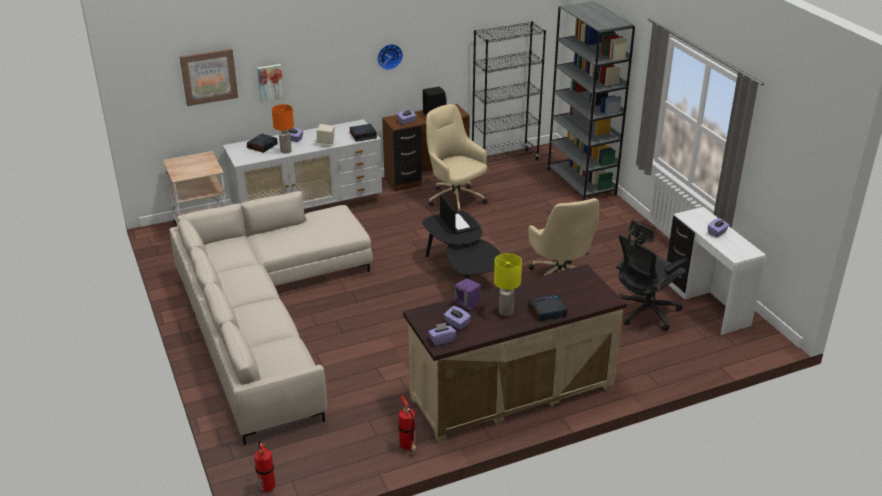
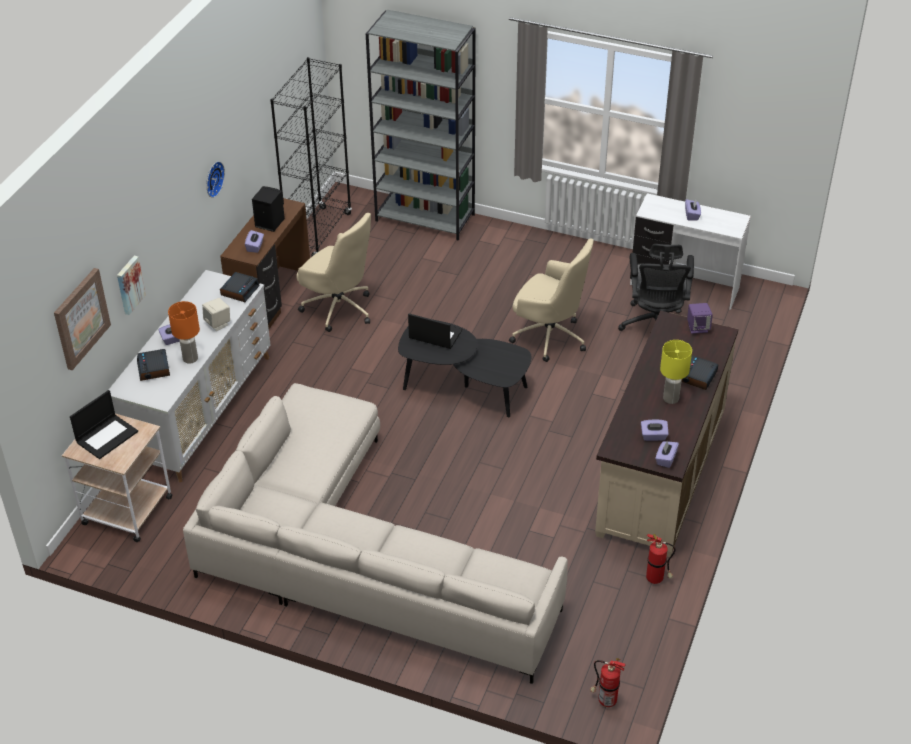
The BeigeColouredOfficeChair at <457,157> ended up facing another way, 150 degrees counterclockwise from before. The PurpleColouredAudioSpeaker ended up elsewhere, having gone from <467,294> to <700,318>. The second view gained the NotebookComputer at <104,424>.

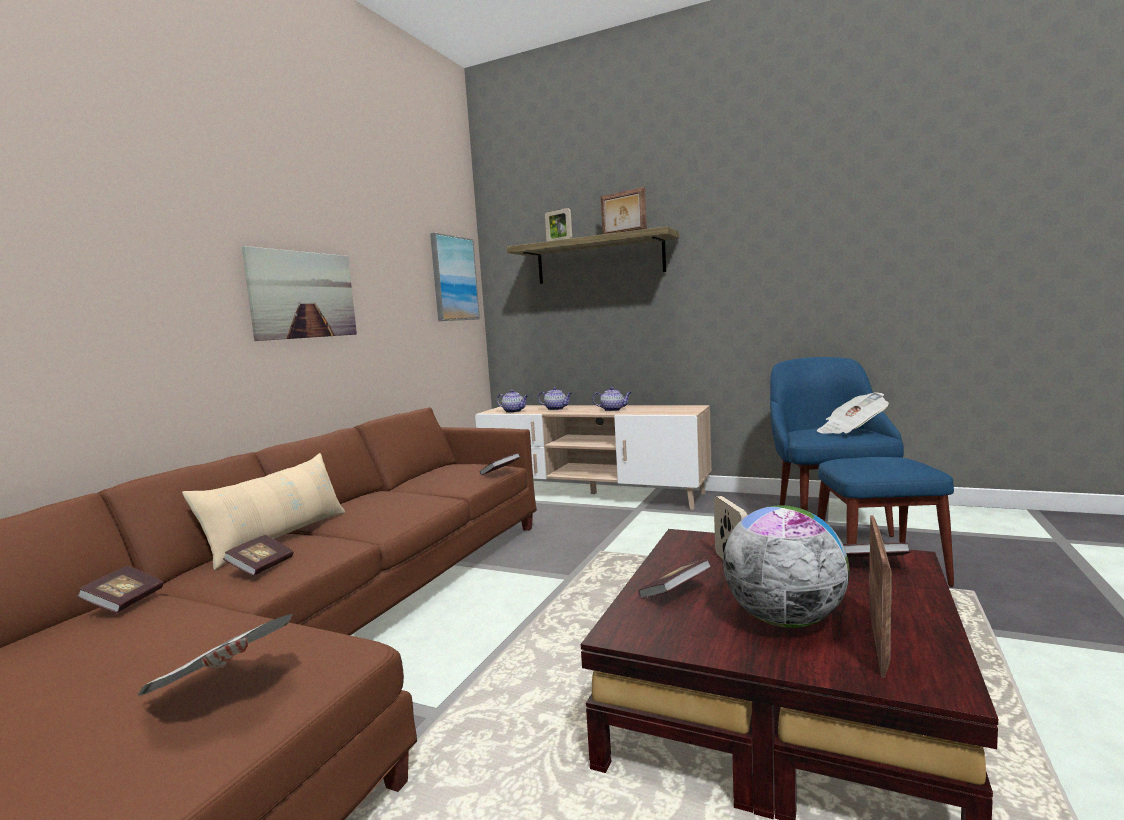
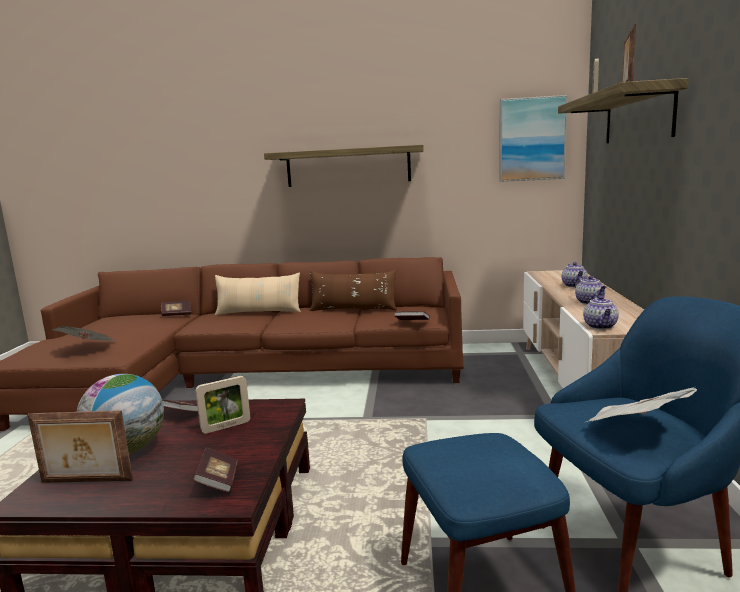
The second view lost the Volume at <258,555>. Where the WallArt hung at <299,293>, the WallShelf came to hang at <344,166>. The PotForTea ended up elsewhere, having gone from <513,401> to <601,312>. The second view gained the BrownishPillow at <353,290>.

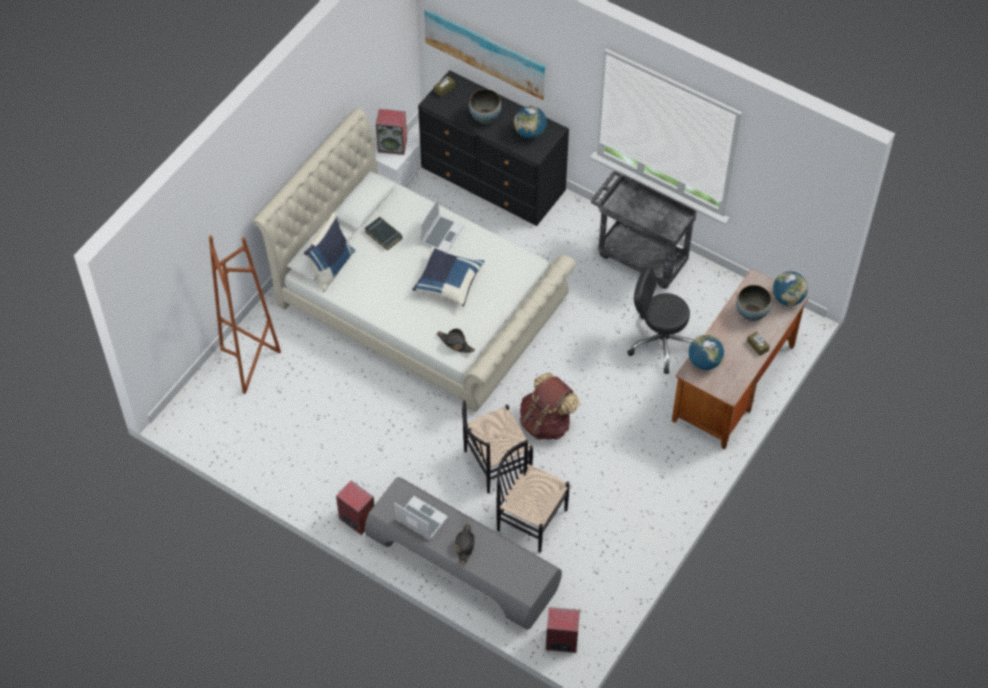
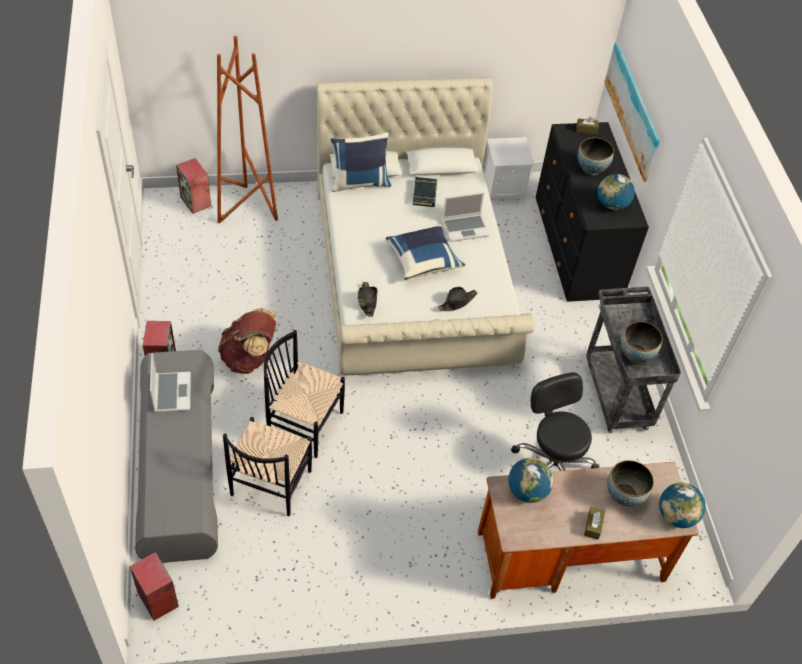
The AudioSpeaker ended up elsewhere, having gone from <391,132> to <193,186>. The BlackishClothingHat ended up elsewhere, having gone from <465,544> to <458,299>. The BlackishChair at <533,496> ended up facing another way, 150 degrees counterclockwise from before. The BrownishBackpack ended up elsewhere, having gone from <549,406> to <247,341>. The second view gained the Bowl at <642,342>.

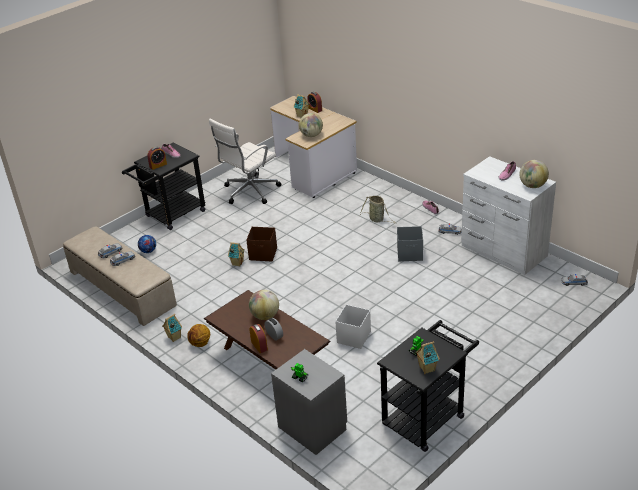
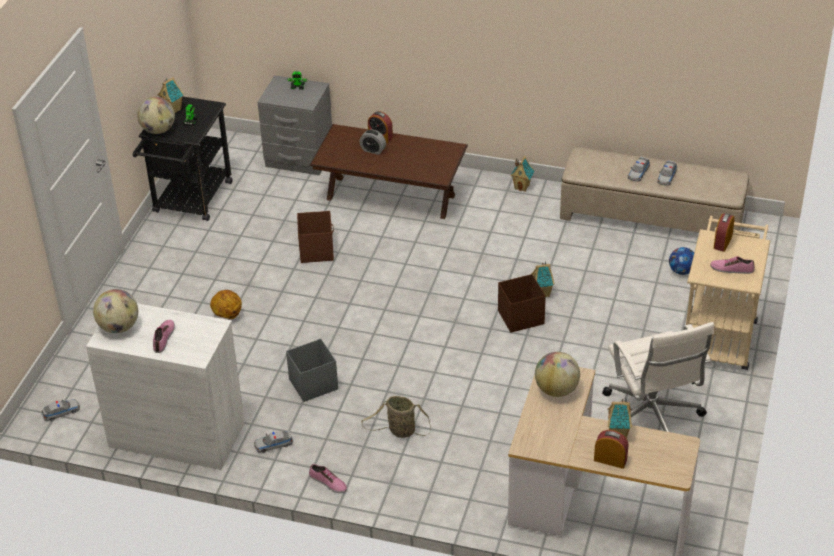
What was the BlackishWheeledCart at <163,186> turned into the BeigeColouredWheeledCart at <728,293>. The Basketball ended up elsewhere, having gone from <198,335> to <226,304>. The WhiteColouredOfficeChair at <245,161> ended up facing another way, 150 degrees clockwise from before. The DeskGlobe ended up elsewhere, having gone from <264,305> to <156,115>. What was the WhiteColouredStorageBox at <353,326> turned into the BrownishStorageBox at <315,237>.

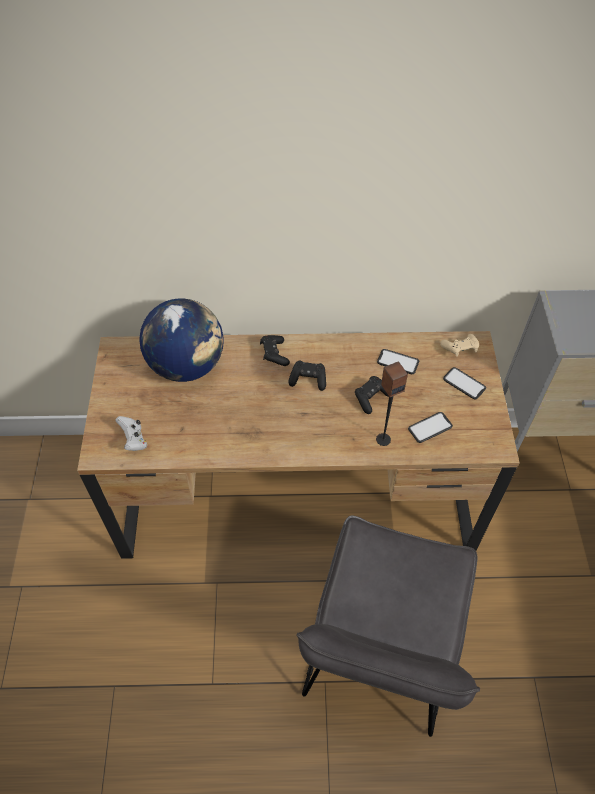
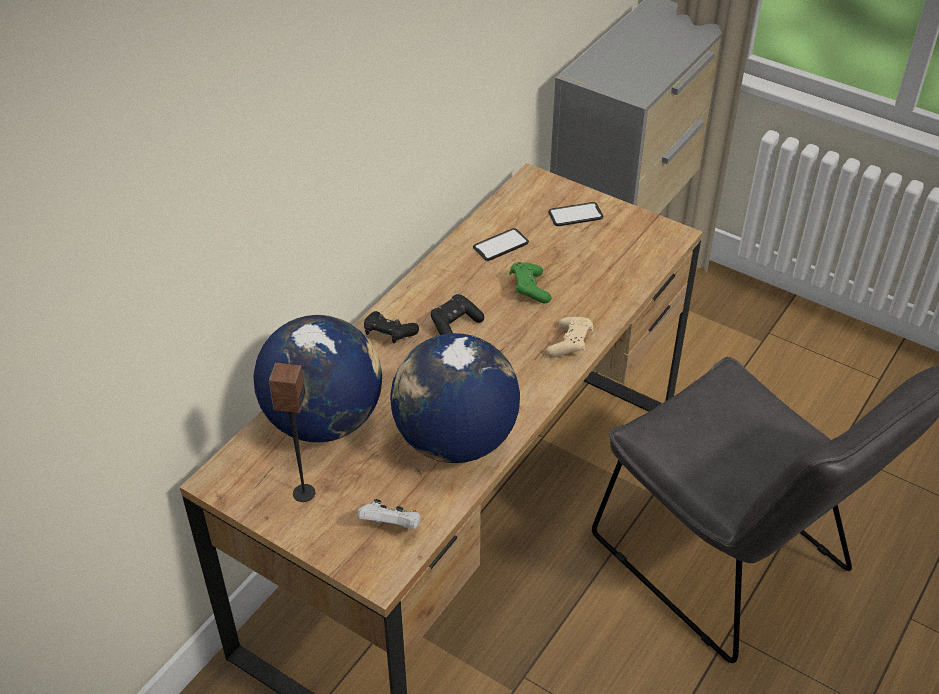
What was the BlackishGameController at <372,395> turned into the GreenGameController at <530,282>. The AudioSpeaker ended up elsewhere, having gone from <392,403> to <292,432>. The second view lost the Telephone at <430,427>. The BeigeColouredGameController ended up elsewhere, having gone from <459,345> to <570,337>. The second view gained the DeskGlobe at <455,398>.

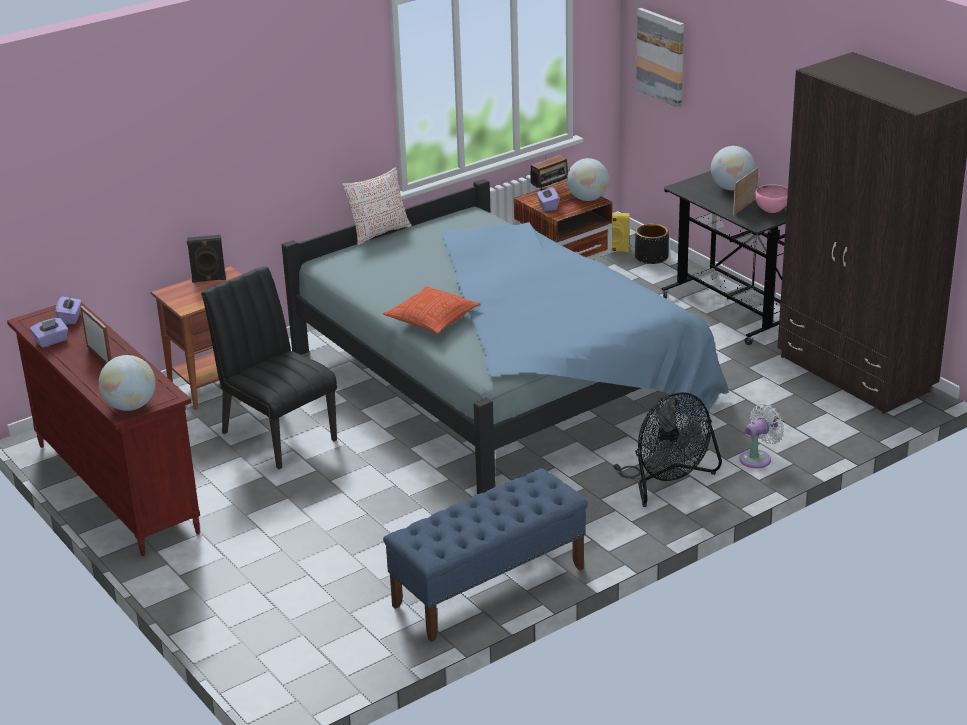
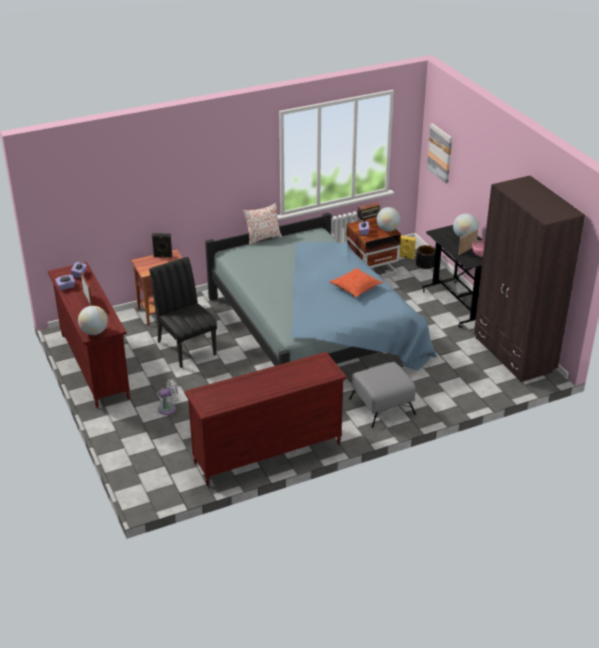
The OrangeyPillow ended up elsewhere, having gone from <432,309> to <356,282>. Where the BlueIndoorBench stood at <485,555>, the ReddishChestOfDrawers came to stand at <266,419>. Where the BlackishElectricFan stood at <668,449>, the GreyPouffe came to stand at <382,395>. The WhiteColouredElectricFan ended up elsewhere, having gone from <761,436> to <169,397>.

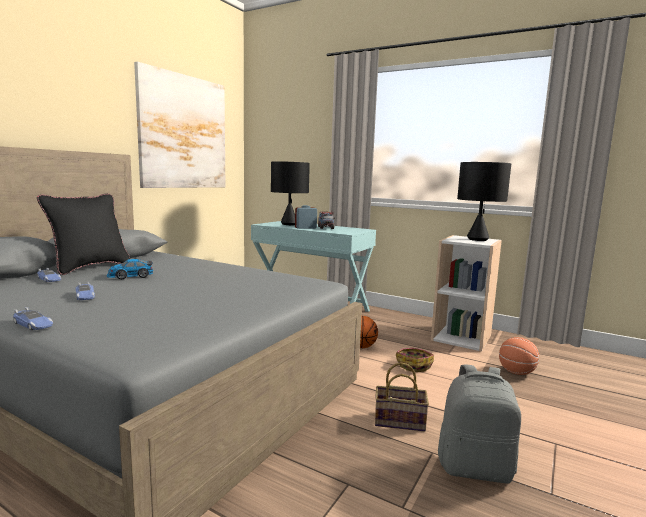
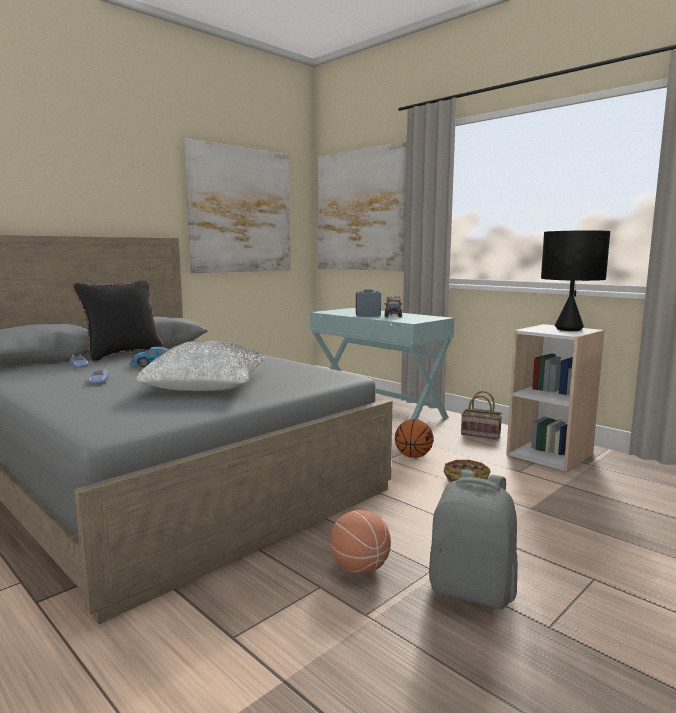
The second view lost the ModelCar at <33,318>. The second view lost the BlackishTabletopLamp at <290,193>. The Basket ended up elsewhere, having gone from <402,397> to <481,415>. The Basketball ended up elsewhere, having gone from <519,356> to <360,542>. The second view gained the WhiteColouredPillow at <201,365>. The second view gained the WallArt at <362,206>.

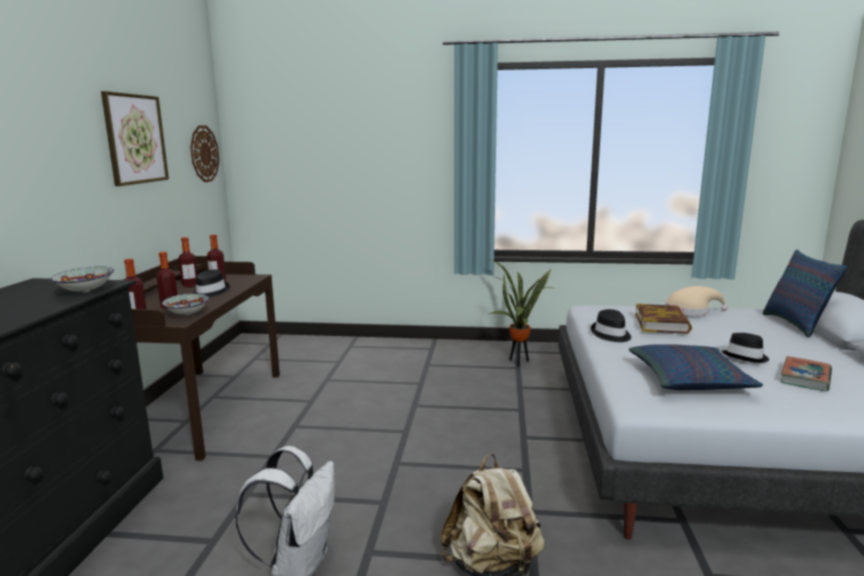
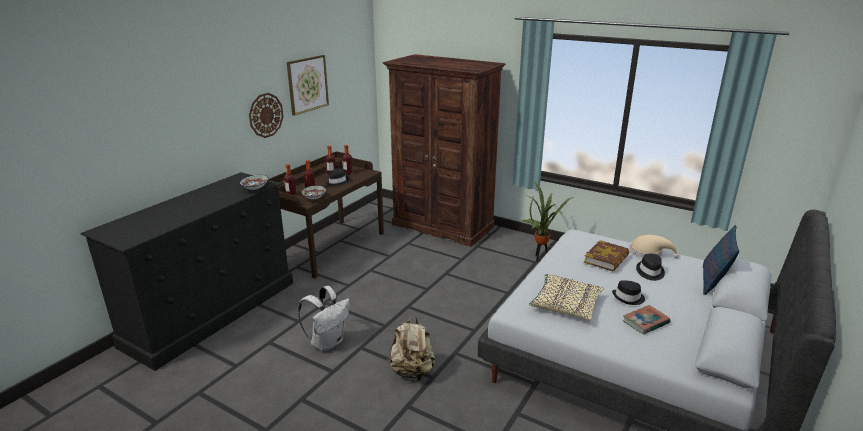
The WallClock ended up elsewhere, having gone from <204,153> to <266,115>. The BlackishClothingHat ended up elsewhere, having gone from <611,325> to <650,267>. What was the BluePillow at <696,367> turned into the BeigeColouredPillow at <566,297>. The second view gained the BrownishArmoire at <444,150>.

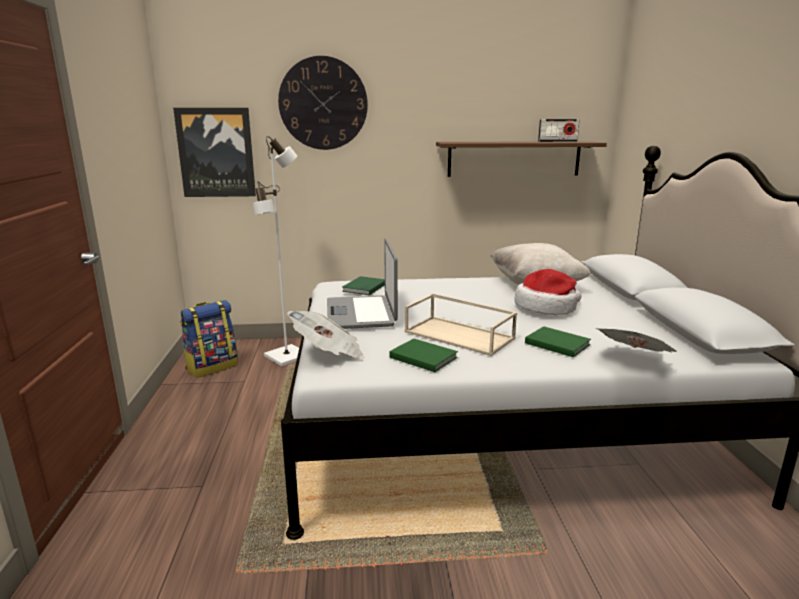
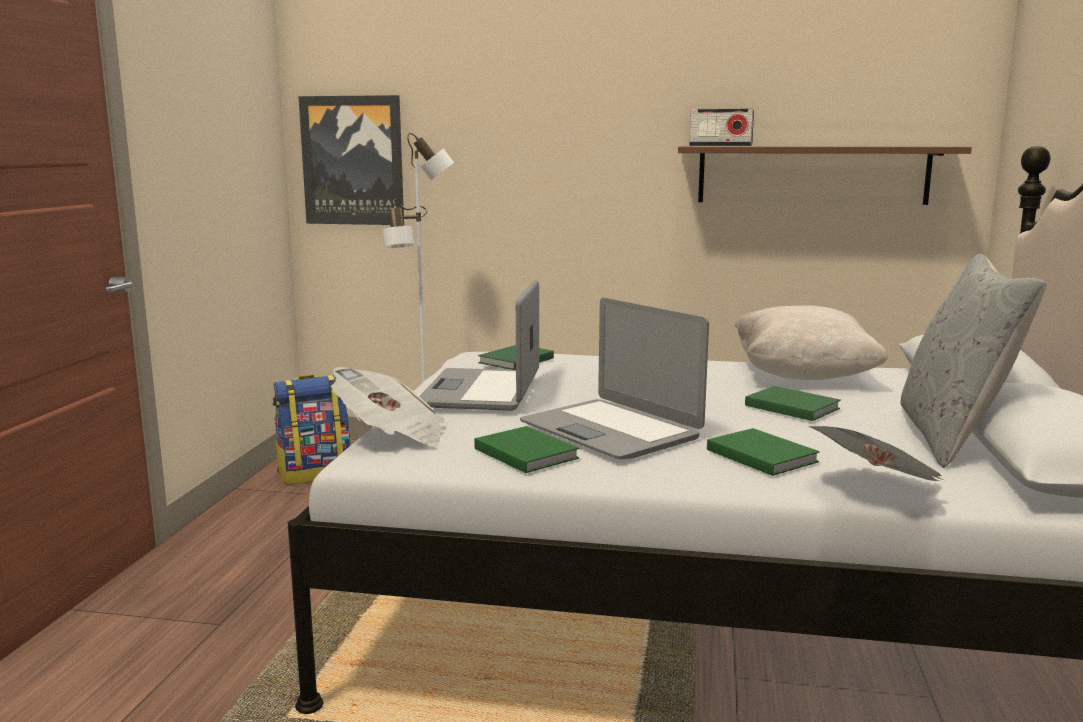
The second view lost the WallClock at <323,103>. Where the BeigeColouredCarryingTray stood at <461,325>, the NotebookComputer came to stand at <614,378>. Where the ClothingHat stood at <548,292>, the GreenVolume came to stand at <793,403>. The RadioSet ended up elsewhere, having gone from <559,130> to <721,127>. The second view gained the GreyPillow at <973,361>.

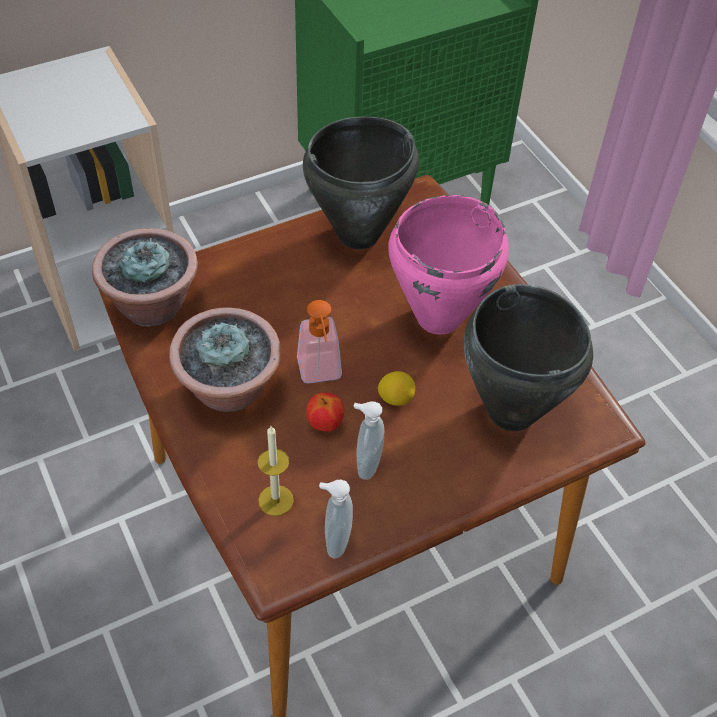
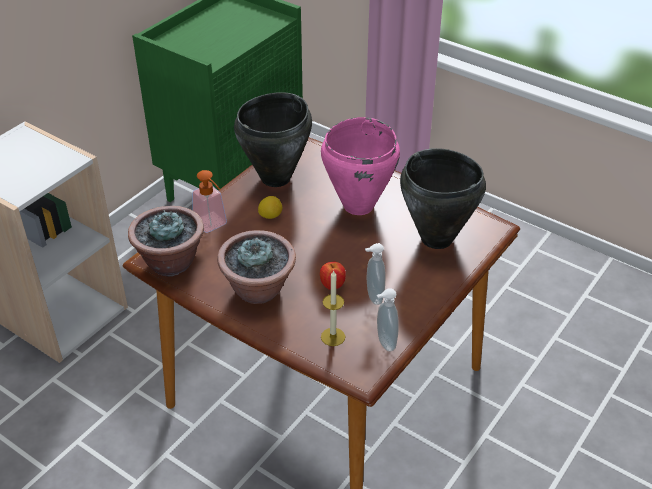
The LiquidSoapBottle ended up elsewhere, having gone from <319,341> to <209,201>. The CitrusFruit ended up elsewhere, having gone from <396,388> to <270,207>.

